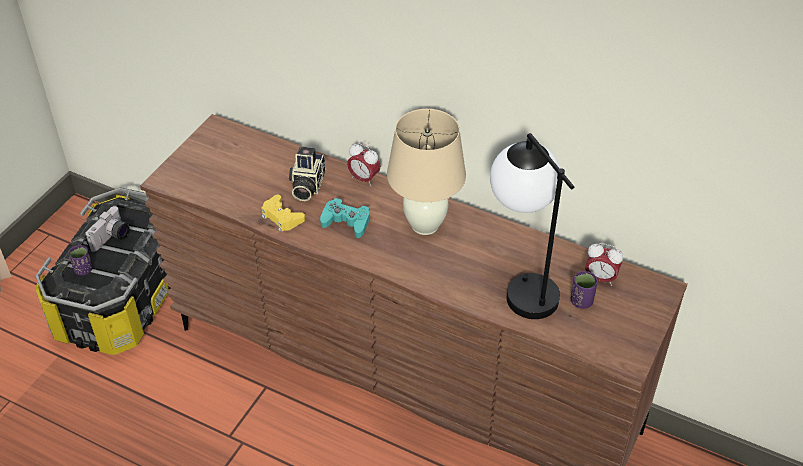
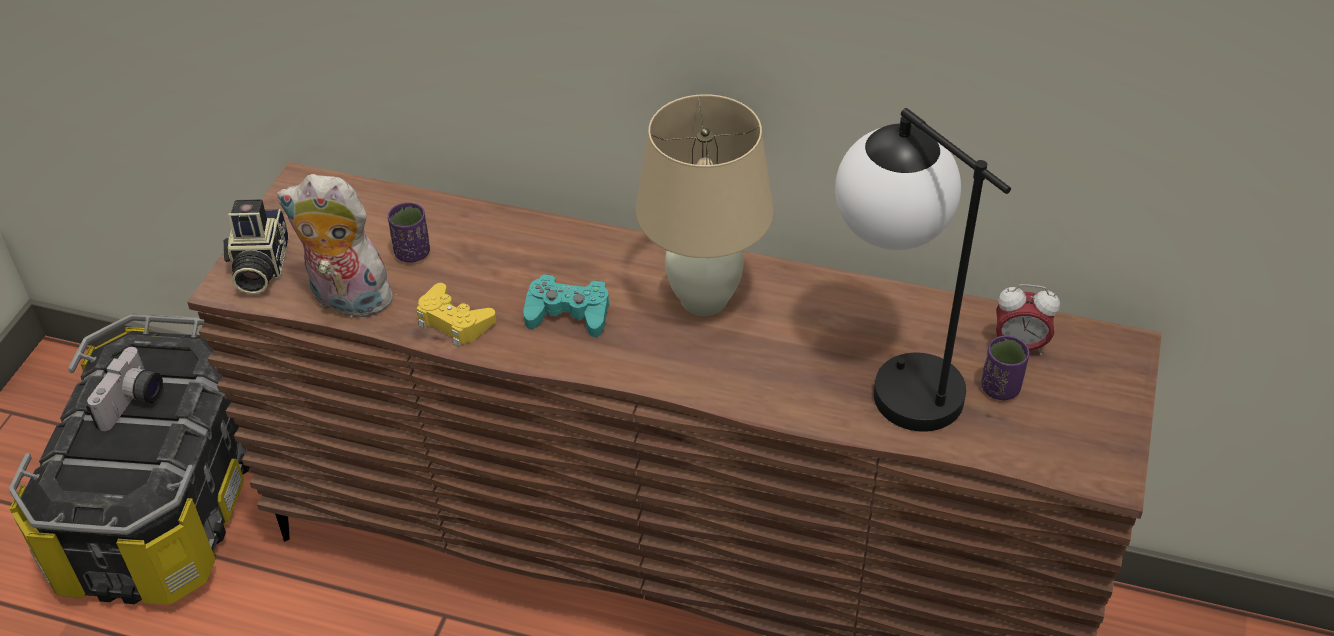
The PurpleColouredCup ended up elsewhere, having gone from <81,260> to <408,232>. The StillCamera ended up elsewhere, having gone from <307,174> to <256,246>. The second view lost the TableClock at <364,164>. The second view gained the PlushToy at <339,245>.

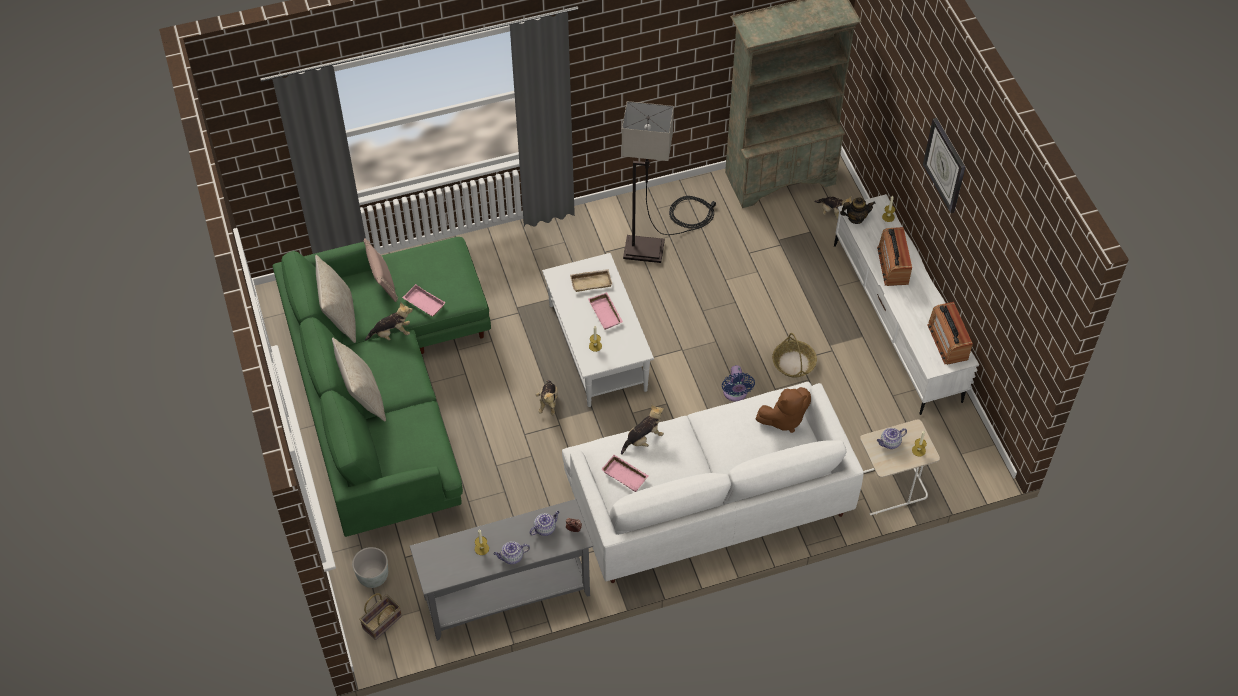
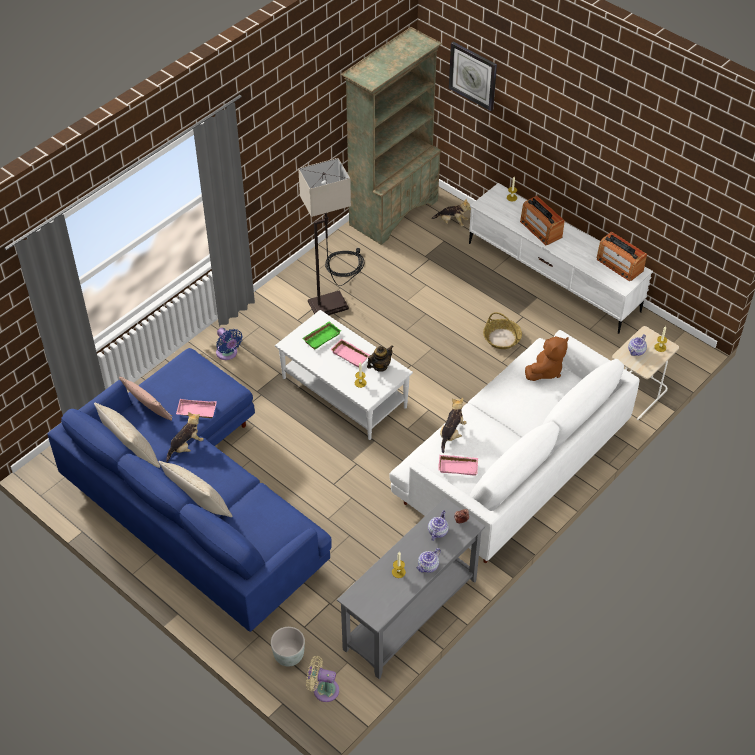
What was the GreenCouch at <381,387> turned into the BlueCouch at <190,490>. Where the Basket stood at <380,616>, the BeigeColouredElectricFan came to stand at <322,679>. The second view lost the PlushToy at <547,397>. What was the BeigeColouredCarryingTray at <591,280> turned into the GreenCarryingTray at <321,335>. The BlueElectricFan ended up elsewhere, having gone from <738,383> to <229,344>. The PotForTea ended up elsewhere, having gone from <857,210> to <380,358>. The WallClock ended up elsewhere, having gone from <944,165> to <473,76>.

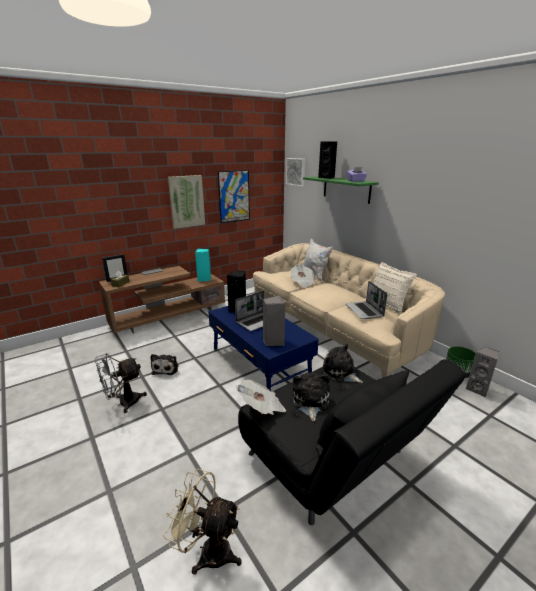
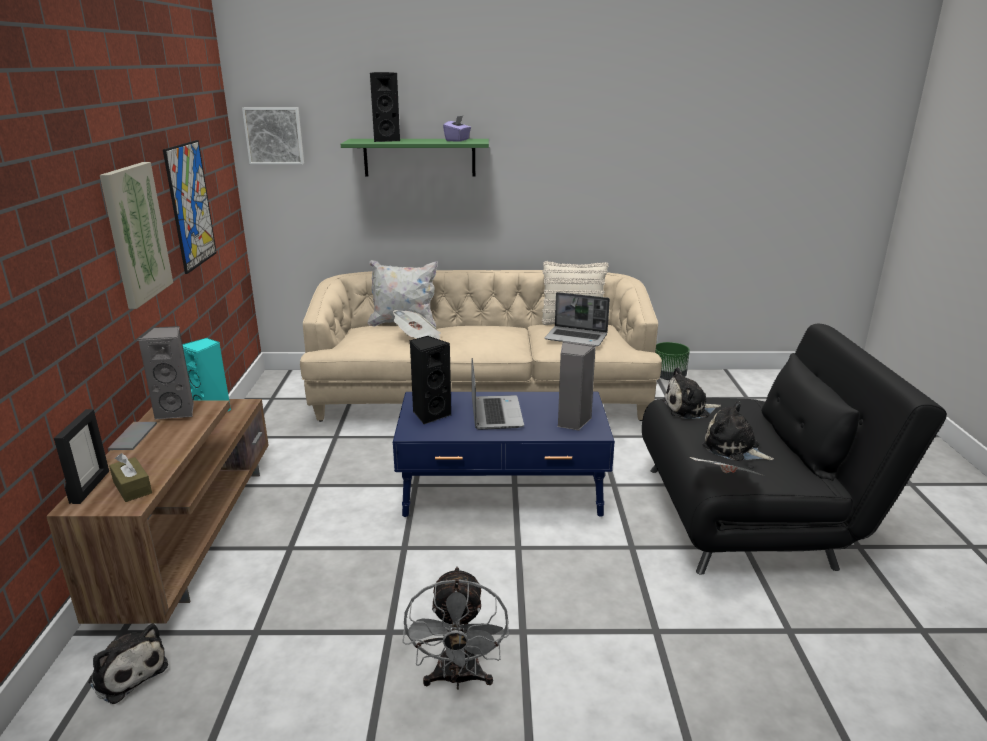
The PlushToy ended up elsewhere, having gone from <164,364> to <128,663>. The second view lost the BeigeColouredElectricFan at <202,522>. The GreyAudioSpeaker ended up elsewhere, having gone from <482,372> to <166,372>.

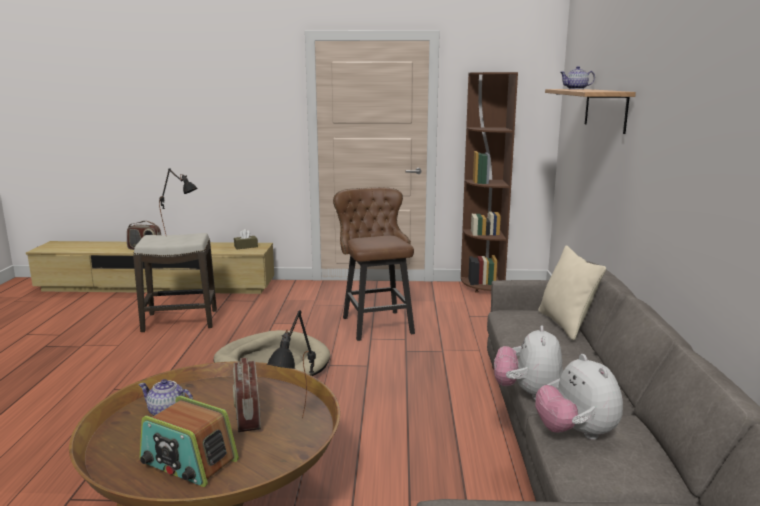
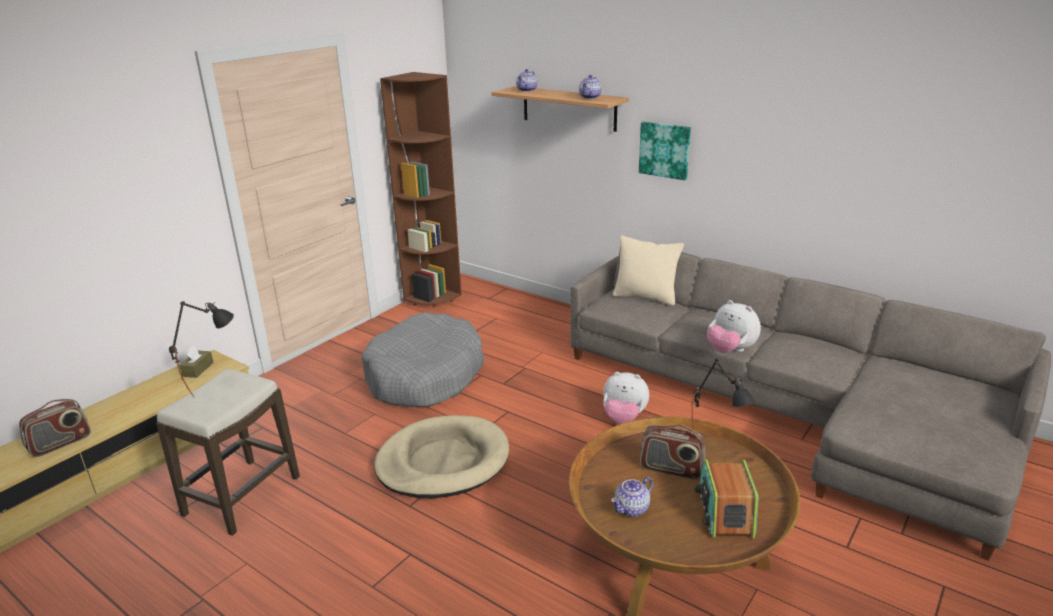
The RadioSet at <189,441> ended up facing another way, 120 degrees clockwise from before. Where the BrownishSittingStool stood at <374,264>, the GreyDogCushion came to stand at <422,359>. The PlushToy ended up elsewhere, having gone from <579,397> to <626,398>. The second view gained the PotForTea at <590,87>. The second view gained the WallArt at <665,151>.

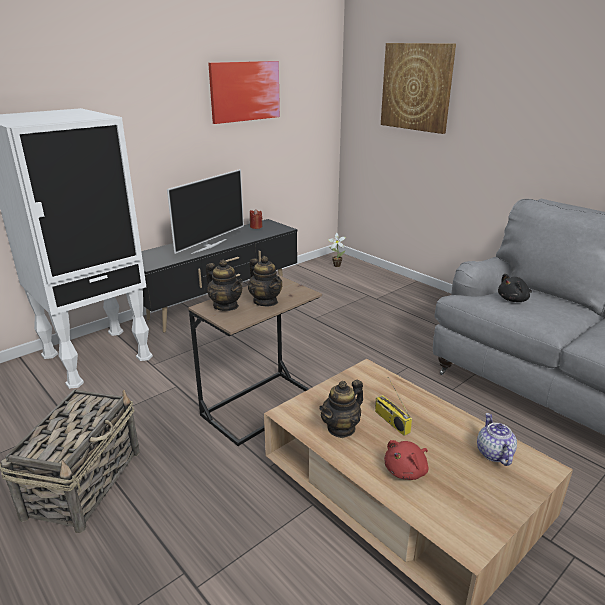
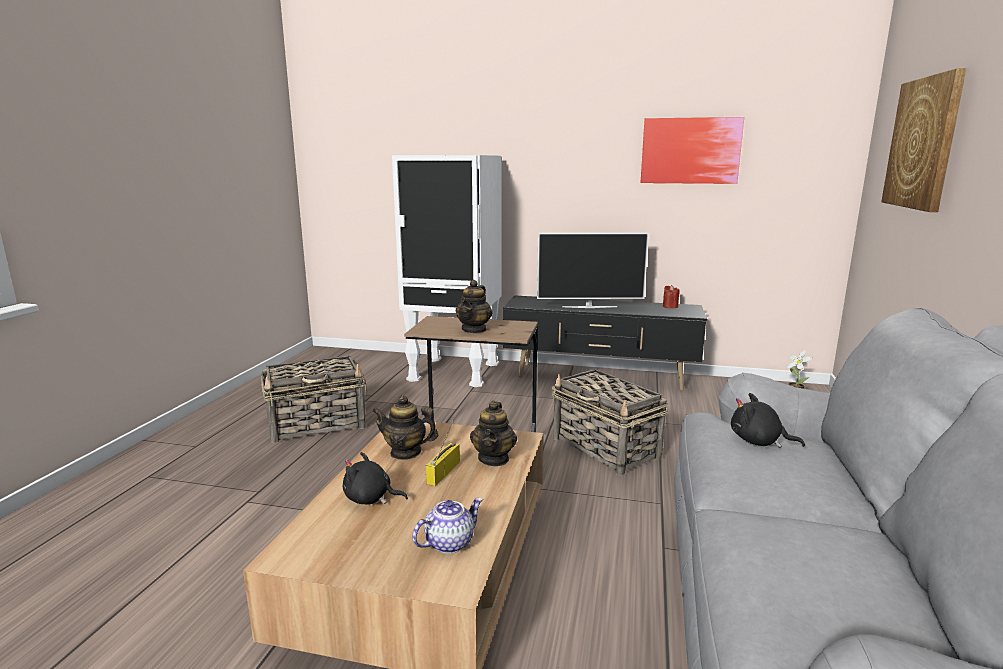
The PotForTea ended up elsewhere, having gone from <224,285> to <493,433>. What was the ReddishPlushToy at <406,460> turned into the BlackishPlushToy at <375,478>. The second view gained the Basket at <609,422>.

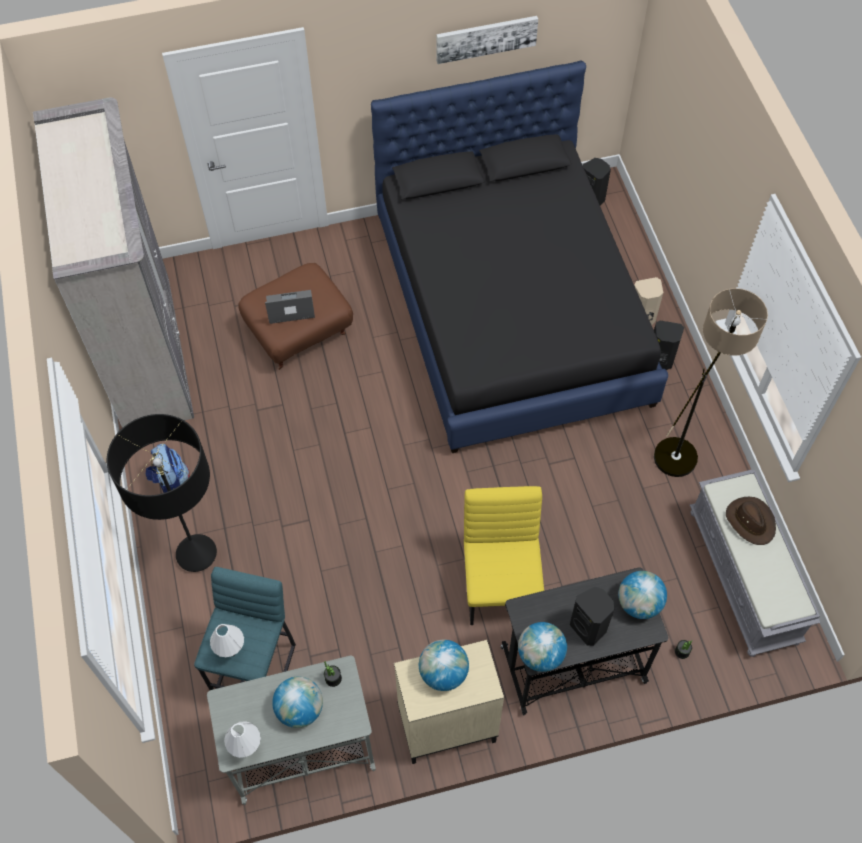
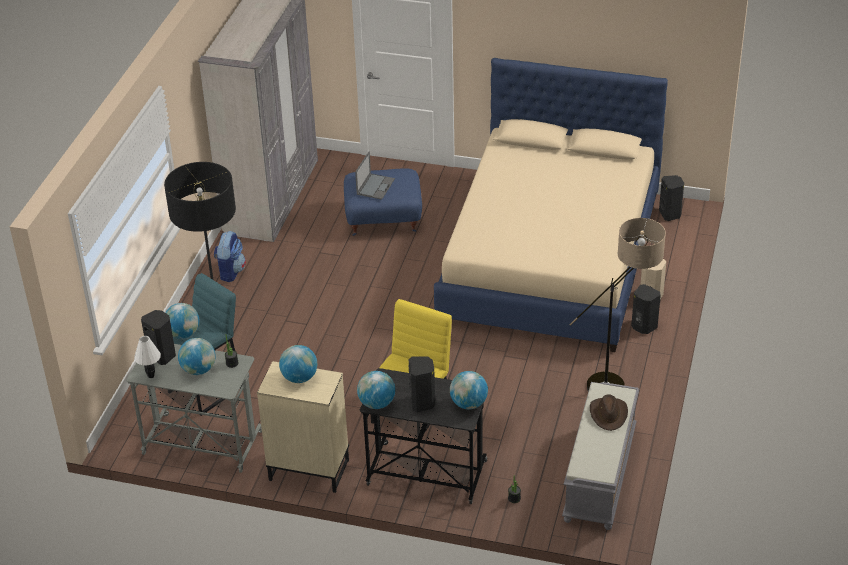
Where the WhiteColouredTabletopLamp stood at <227,640>, the DeskGlobe came to stand at <182,321>. What was the BrownishPouffe at <295,316> turned into the BluePouffe at <383,202>. The NotebookComputer at <290,307> ended up facing another way, 90 degrees clockwise from before. What was the BlackishBedroomBed at <519,256> turned into the BeigeColouredBedroomBed at <551,205>. The second view lost the WallArt at <487,40>. The second view gained the BlackishAudioSpeaker at <158,337>.

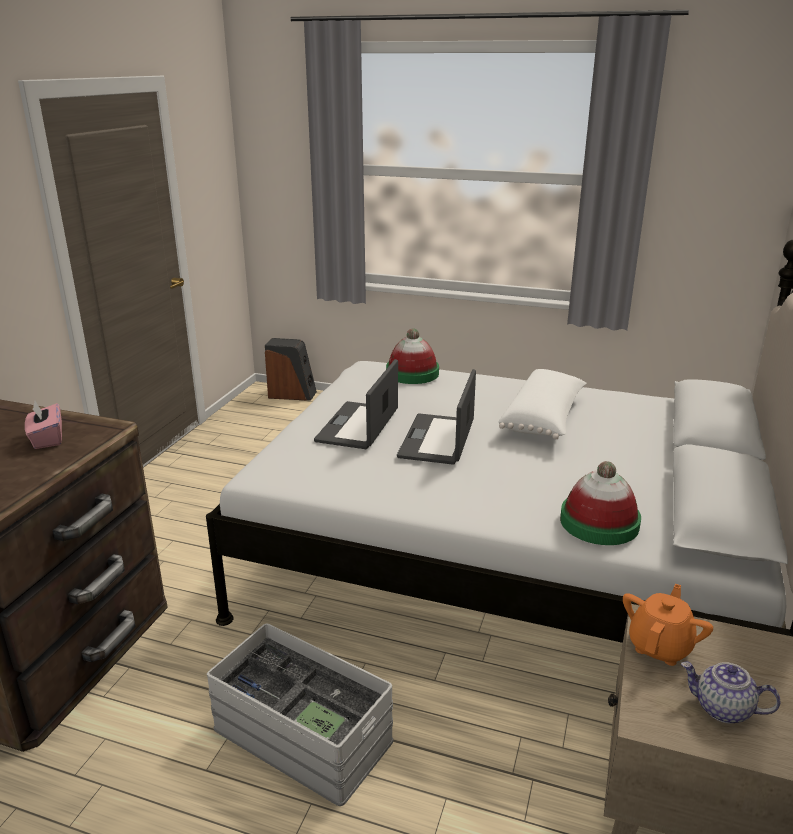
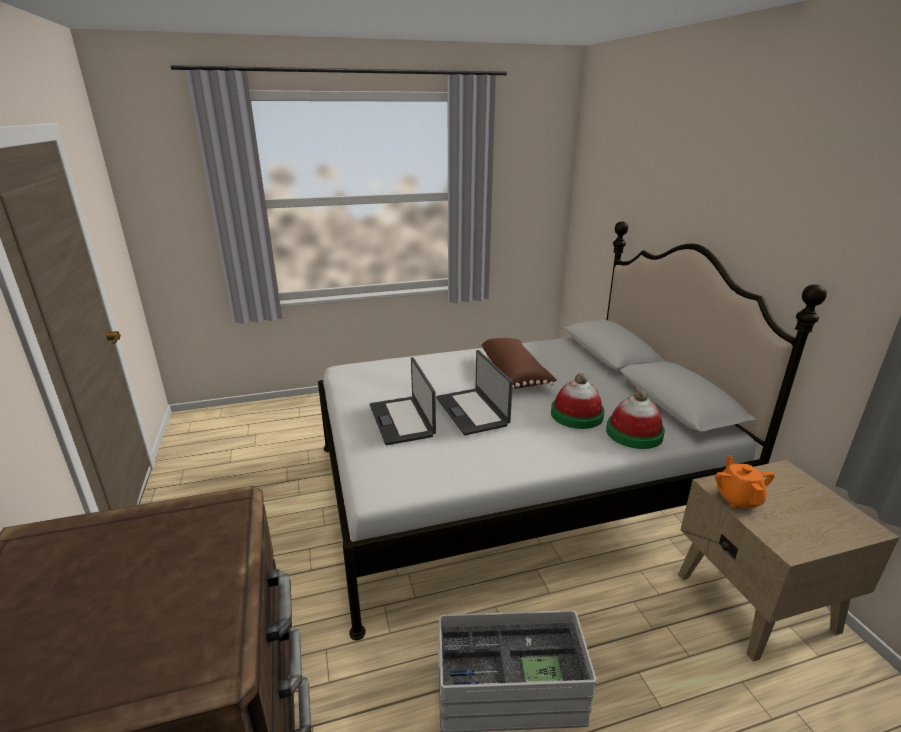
The second view lost the PinkishBoxOfTissues at <43,425>. The second view lost the AudioSpeaker at <291,369>. The ClothingHat ended up elsewhere, having gone from <412,356> to <578,401>. What was the WhiteColouredPillow at <543,404> turned into the BrownishPillow at <519,363>. The second view lost the PotForTea at <731,693>.

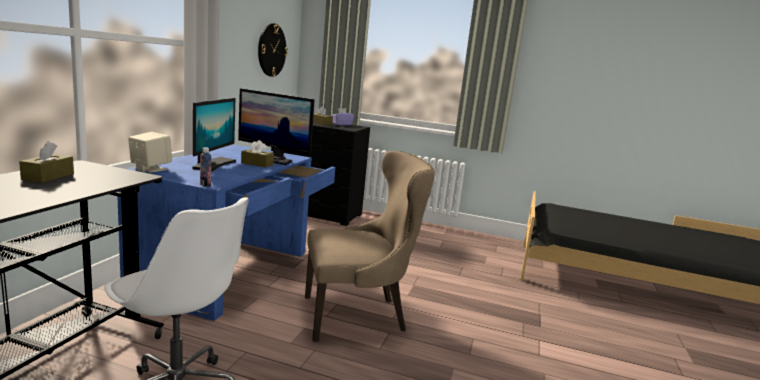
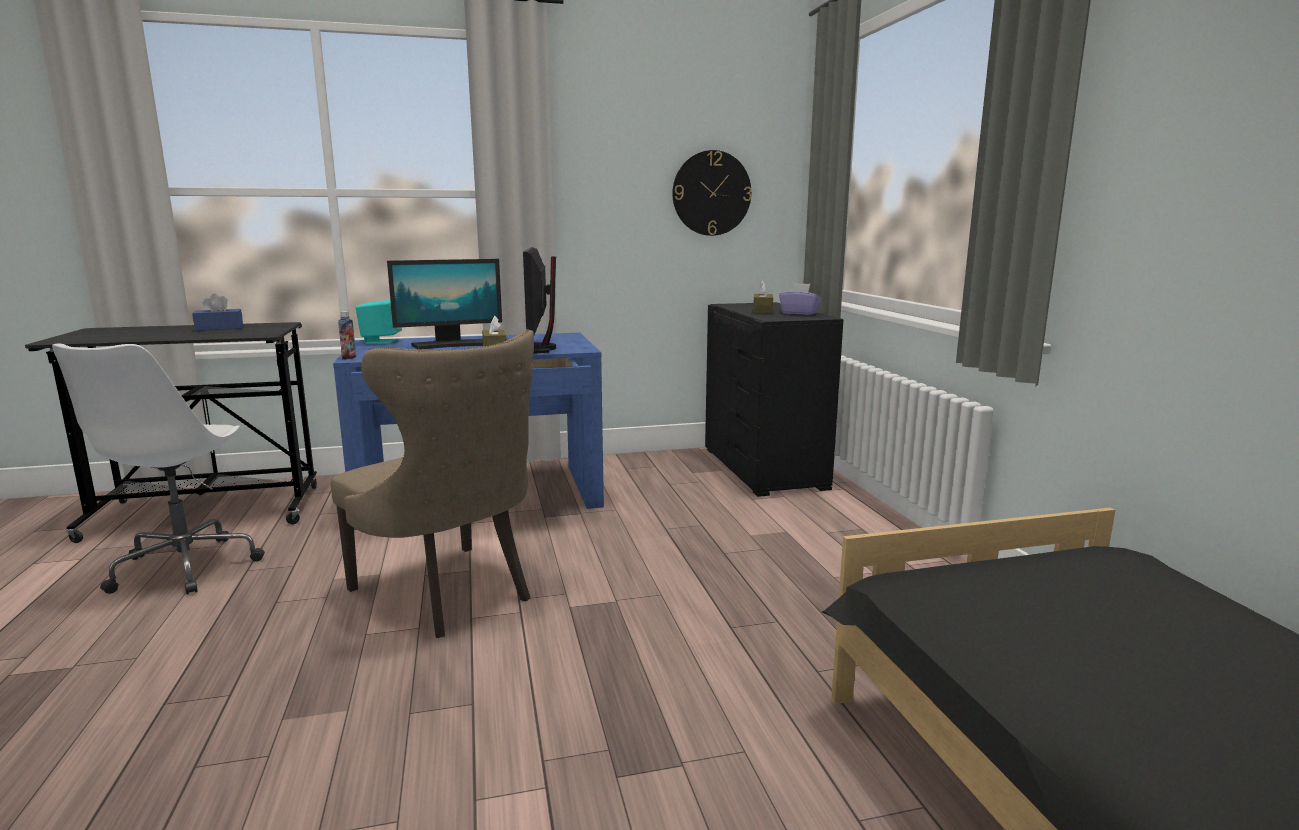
What was the BrownishBoxOfTissues at <46,162> turned into the BlueBoxOfTissues at <217,312>. What was the BeigeColouredAudioSpeaker at <150,152> turned into the TurquoiseColouredAudioSpeaker at <378,322>.

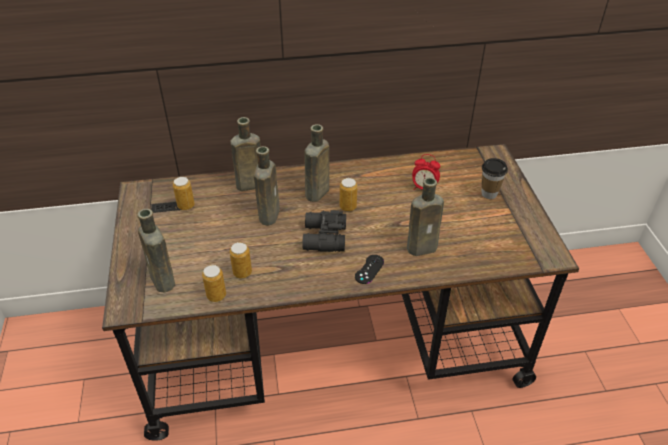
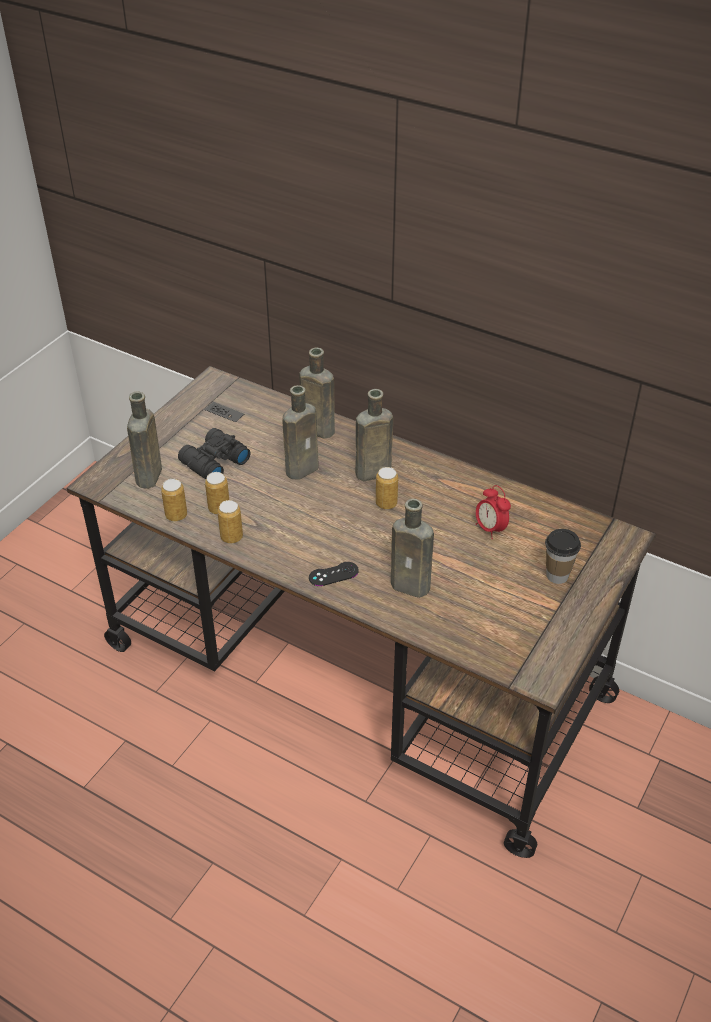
The Can ended up elsewhere, having gone from <184,193> to <230,521>. The BlackishFieldGlasses ended up elsewhere, having gone from <324,231> to <214,453>.

